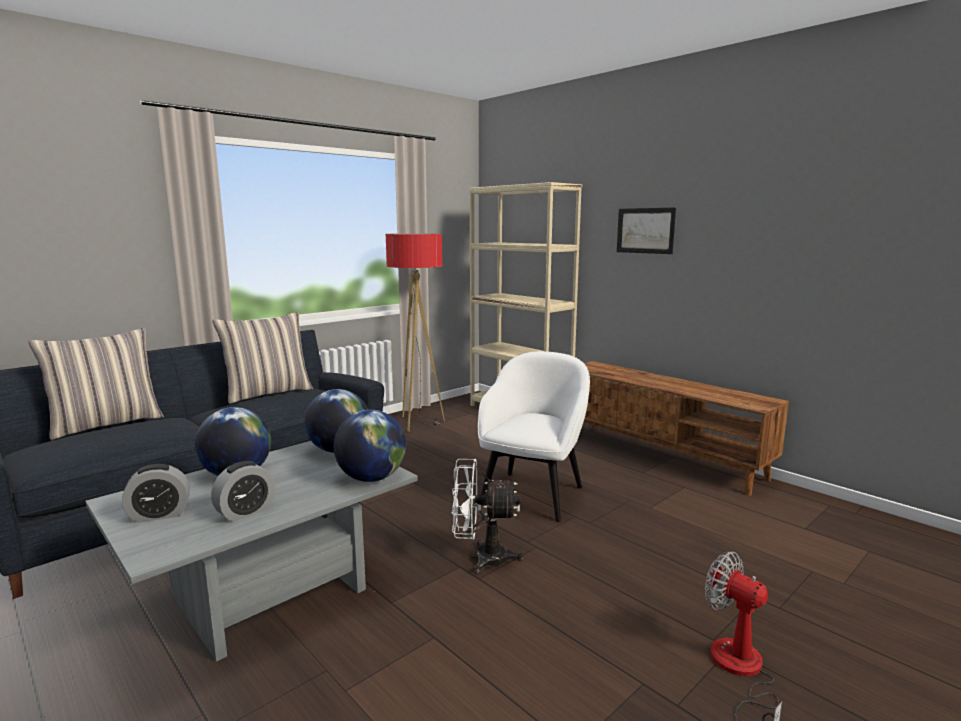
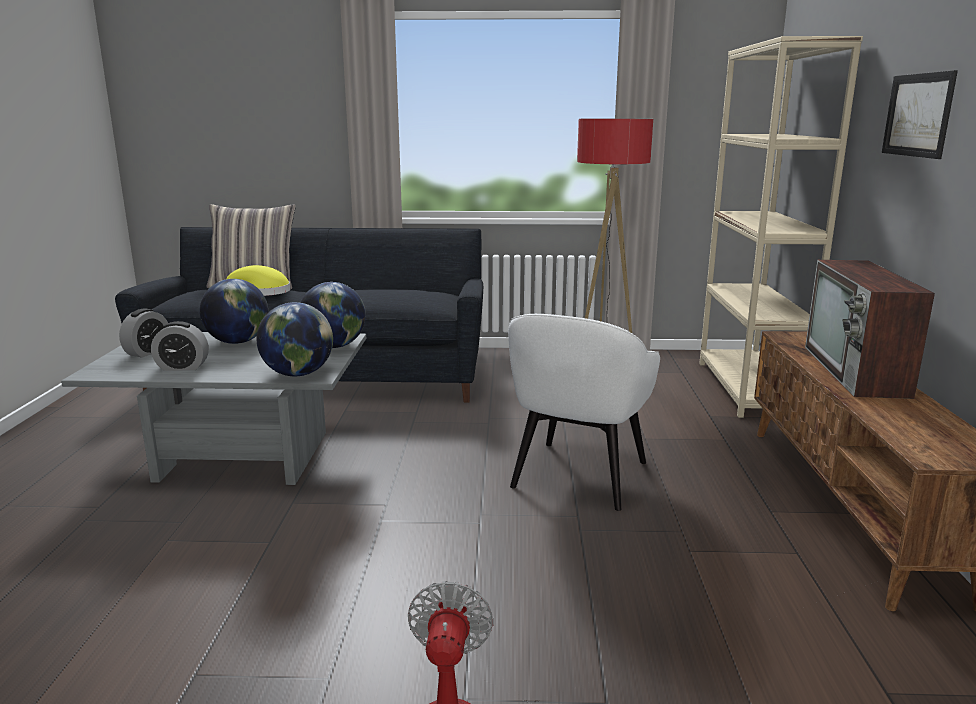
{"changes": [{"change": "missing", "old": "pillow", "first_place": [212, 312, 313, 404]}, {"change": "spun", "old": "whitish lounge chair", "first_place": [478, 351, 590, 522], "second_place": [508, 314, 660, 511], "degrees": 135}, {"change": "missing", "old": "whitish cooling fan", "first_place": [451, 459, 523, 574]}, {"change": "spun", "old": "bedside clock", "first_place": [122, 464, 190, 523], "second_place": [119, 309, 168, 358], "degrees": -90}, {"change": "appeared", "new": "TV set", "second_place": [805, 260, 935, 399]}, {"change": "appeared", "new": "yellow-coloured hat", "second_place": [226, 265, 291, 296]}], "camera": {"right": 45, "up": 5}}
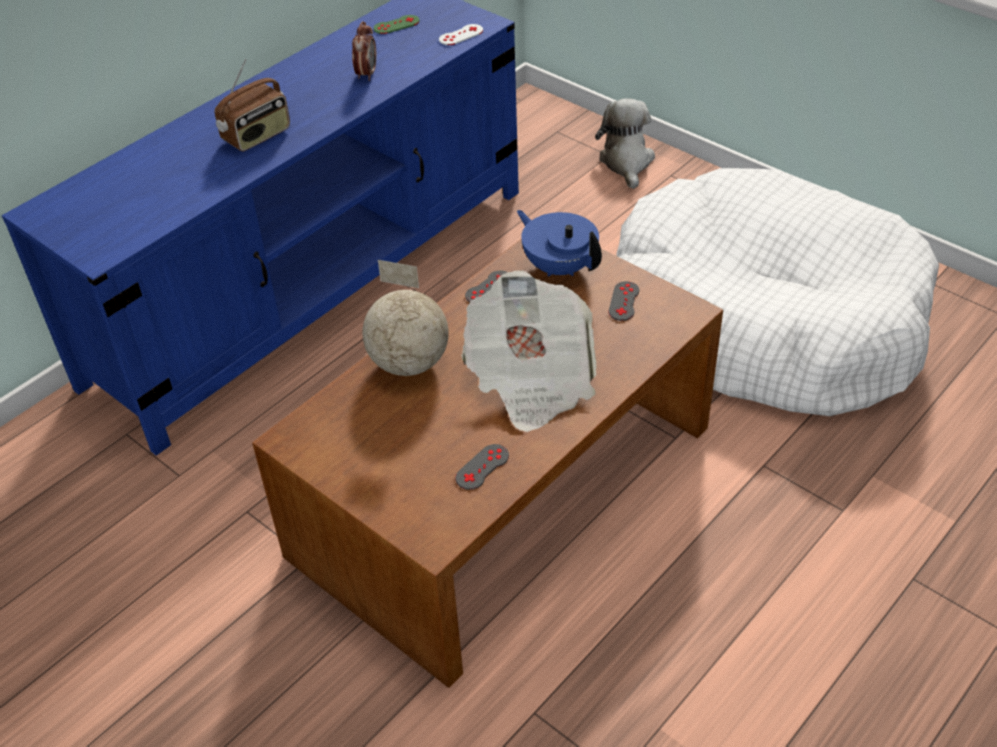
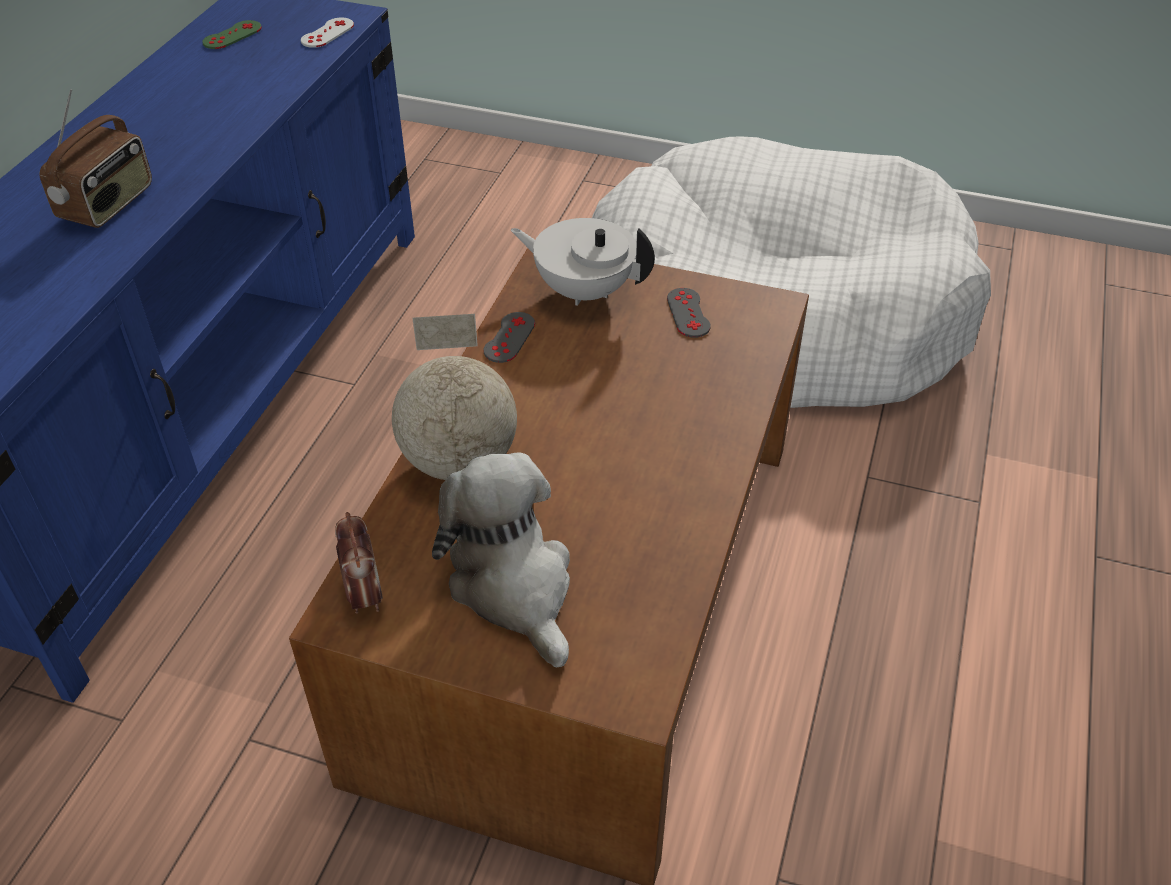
{"changes": [{"change": "relocated", "old": "bedside clock", "first_place": [352, 21, 376, 81], "second_place": [335, 512, 383, 614]}, {"change": "relocated", "old": "plush toy", "first_place": [595, 98, 655, 189], "second_place": [432, 452, 570, 667]}, {"change": "colour", "old": "blue-coloured pot for tea", "new": "whitish pot for tea", "first_place": [517, 210, 602, 276], "second_place": [511, 218, 655, 306]}, {"change": "missing", "old": "printed paper", "first_place": [461, 270, 596, 432]}, {"change": "missing", "old": "grey joypad", "first_place": [455, 444, 509, 490]}], "camera": {"right": -25, "up": 0}}
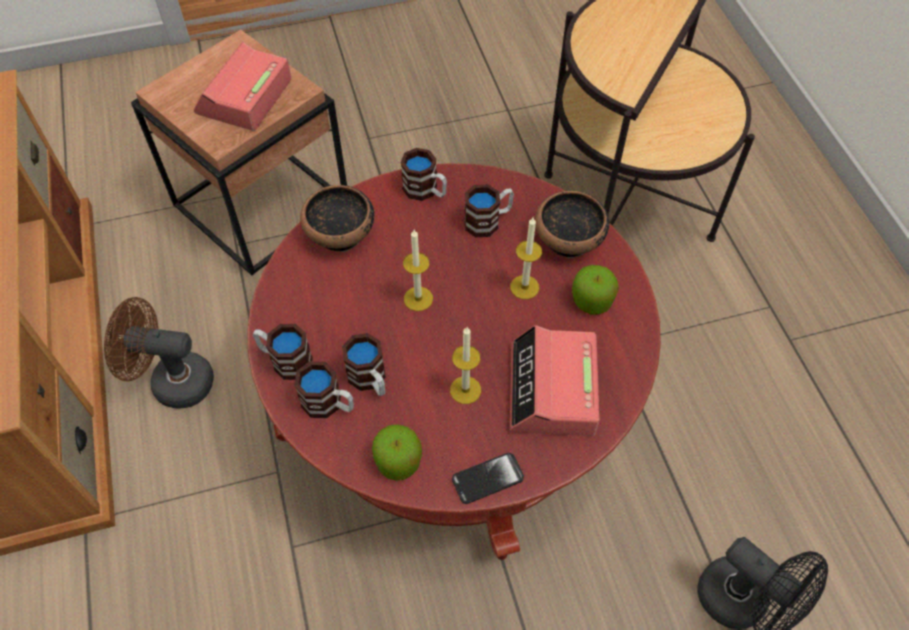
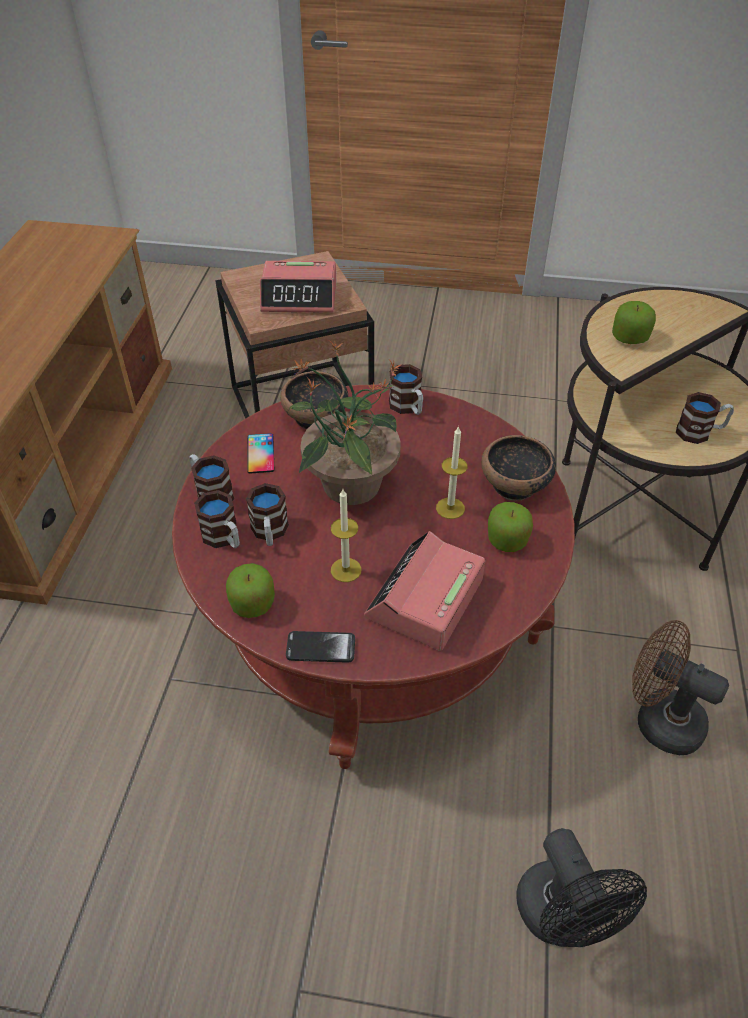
{"changes": [{"change": "spun", "old": "bedside clock", "first_place": [194, 42, 292, 131], "second_place": [260, 261, 336, 313], "degrees": -135}, {"change": "relocated", "old": "coffee mug", "first_place": [464, 184, 514, 237], "second_place": [676, 392, 734, 444]}, {"change": "exchanged", "old": "candle", "new": "houseplant", "first_place": [403, 230, 433, 311], "second_place": [288, 340, 402, 505]}, {"change": "relocated", "old": "brown cooling fan", "first_place": [104, 297, 214, 409], "second_place": [632, 620, 729, 755]}, {"change": "appeared", "new": "apple fruit", "second_place": [612, 301, 656, 344]}, {"change": "appeared", "new": "handset", "second_place": [247, 433, 274, 474]}], "camera": {"right": 25, "up": -10}}
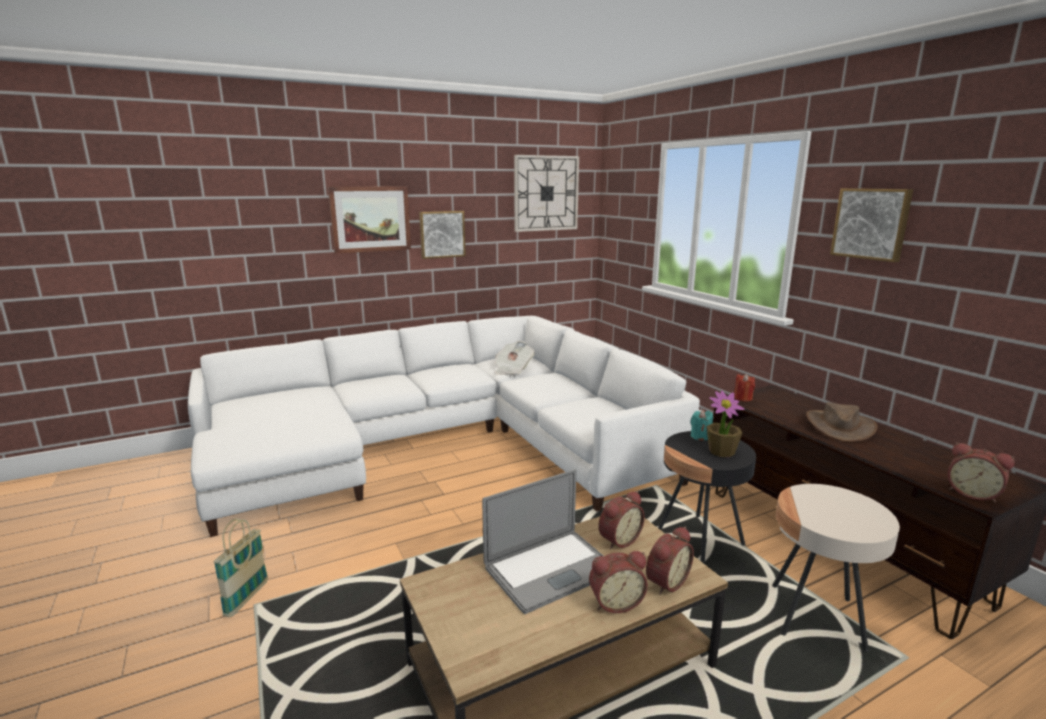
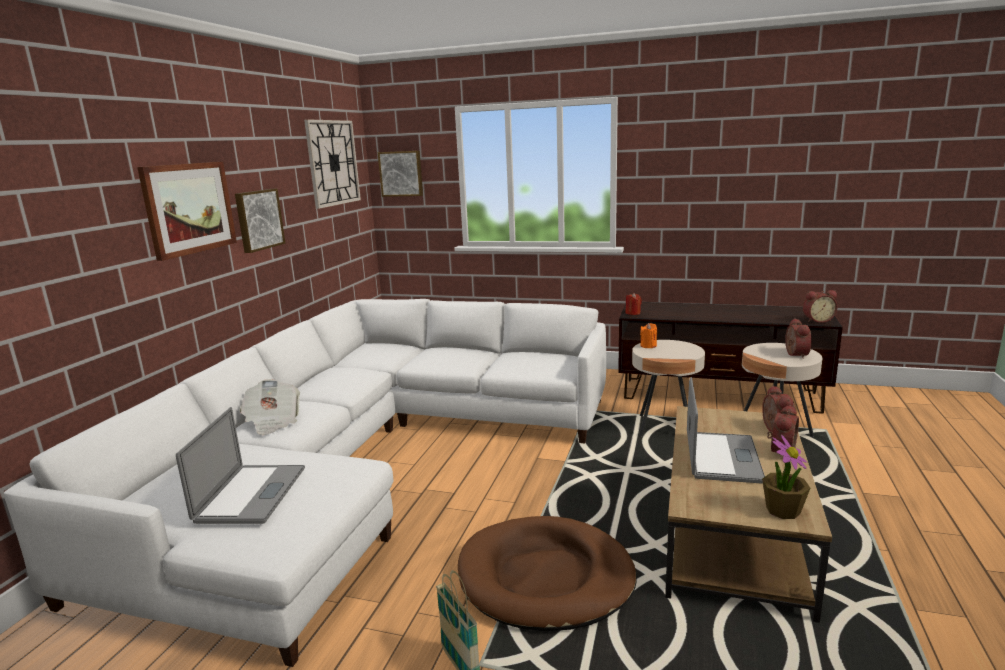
{"changes": [{"change": "relocated", "old": "wall art", "first_place": [830, 188, 913, 262], "second_place": [378, 151, 423, 197]}, {"change": "relocated", "old": "printed paper", "first_place": [495, 341, 535, 375], "second_place": [240, 379, 300, 435]}, {"change": "relocated", "old": "houseplant", "first_place": [706, 391, 744, 457], "second_place": [762, 435, 810, 519]}, {"change": "missing", "old": "brown hat", "first_place": [806, 402, 878, 442]}, {"change": "colour", "old": "blue-green candle", "new": "orange candle", "first_place": [691, 410, 713, 440], "second_place": [640, 323, 657, 348]}, {"change": "colour", "old": "blackish accent table", "new": "beige-coloured accent table", "first_place": [658, 431, 756, 564], "second_place": [632, 340, 705, 437]}, {"change": "relocated", "old": "bedside clock", "first_place": [598, 491, 645, 550], "second_place": [785, 318, 812, 359]}, {"change": "appeared", "new": "portable computer", "second_place": [176, 407, 305, 524]}, {"change": "appeared", "new": "brown dog cushion", "second_place": [458, 516, 636, 631]}], "camera": {"right": -45, "up": 0}}
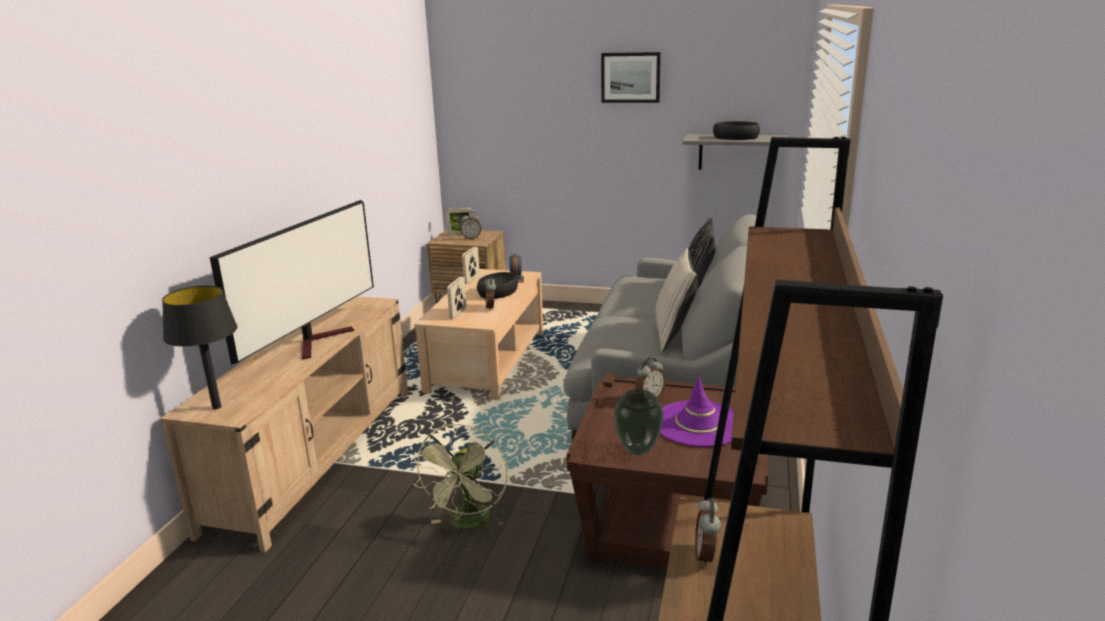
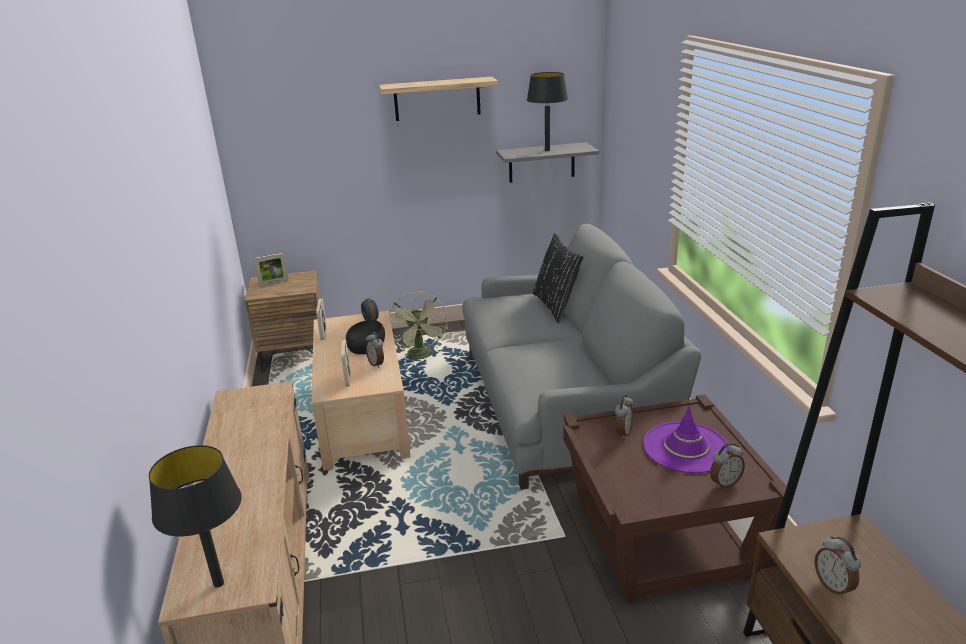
{"changes": [{"change": "exchanged", "old": "wall art", "new": "shelf", "first_place": [601, 52, 661, 103], "second_place": [379, 77, 498, 121]}, {"change": "exchanged", "old": "blackish deep dish", "new": "blackish lamp for a table", "first_place": [713, 121, 760, 140], "second_place": [527, 72, 568, 151]}, {"change": "missing", "old": "TV set", "first_place": [210, 200, 374, 365]}, {"change": "relocated", "old": "bedside clock", "first_place": [461, 211, 482, 239], "second_place": [710, 442, 745, 489]}, {"change": "missing", "old": "beige-coloured pillow", "first_place": [656, 248, 697, 352]}, {"change": "missing", "old": "vase", "first_place": [614, 389, 664, 455]}, {"change": "relocated", "old": "green-coloured cooling fan", "first_place": [413, 424, 508, 529], "second_place": [389, 292, 448, 359]}], "camera": {"right": -25, "up": 5}}
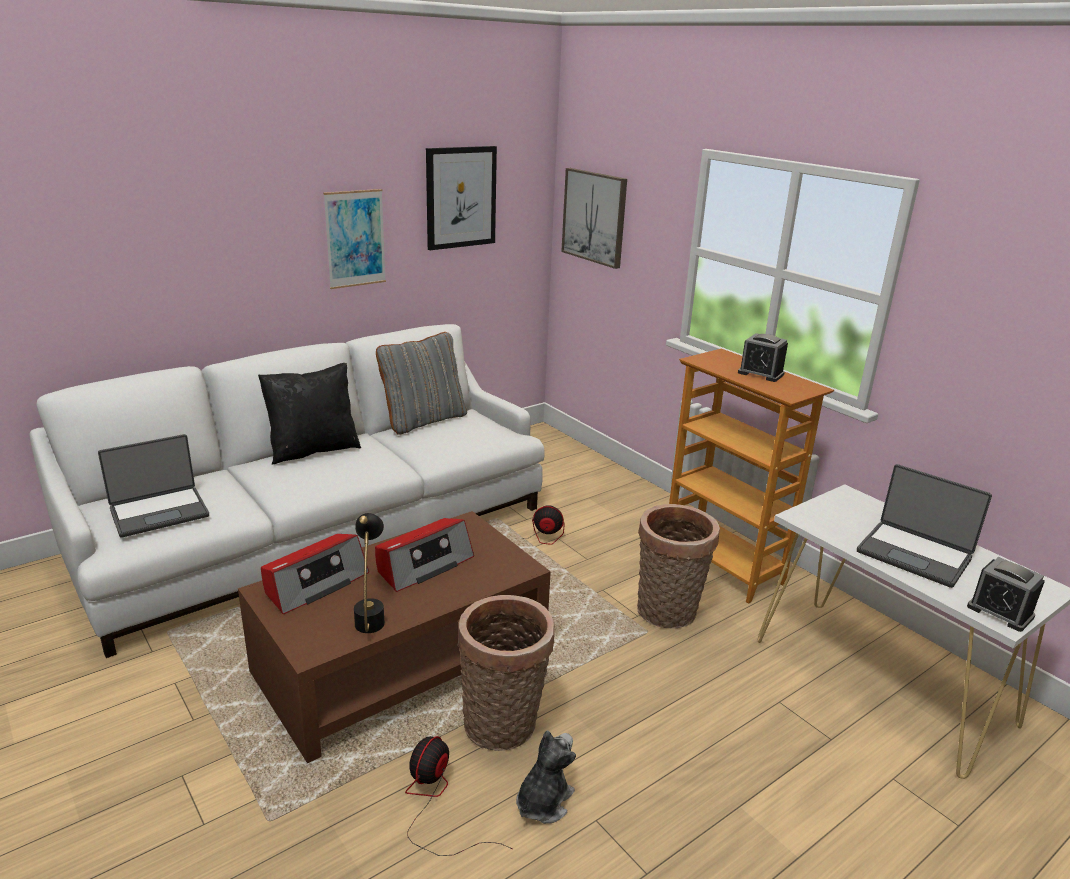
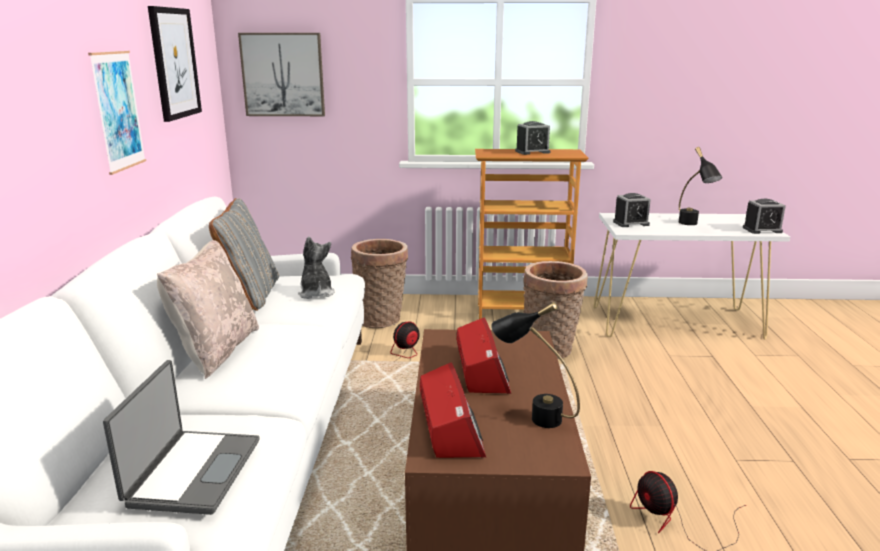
{"changes": [{"change": "colour", "old": "blackish pillow", "new": "beige-coloured pillow", "first_place": [258, 363, 361, 465], "second_place": [157, 240, 259, 379]}, {"change": "exchanged", "old": "portable computer", "new": "blackish lamp for a table", "first_place": [857, 464, 992, 588], "second_place": [679, 147, 722, 225]}, {"change": "relocated", "old": "basket", "first_place": [457, 595, 554, 751], "second_place": [351, 239, 408, 328]}, {"change": "relocated", "old": "plush toy", "first_place": [516, 730, 576, 824], "second_place": [298, 236, 335, 299]}, {"change": "appeared", "new": "bedside clock", "second_place": [613, 193, 651, 227]}], "camera": {"right": -50, "up": -5}}
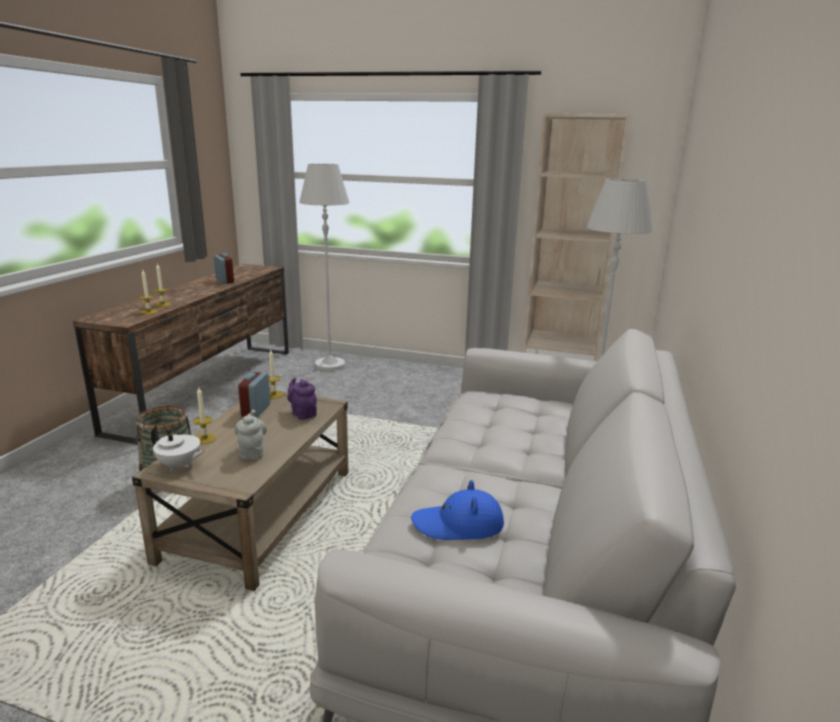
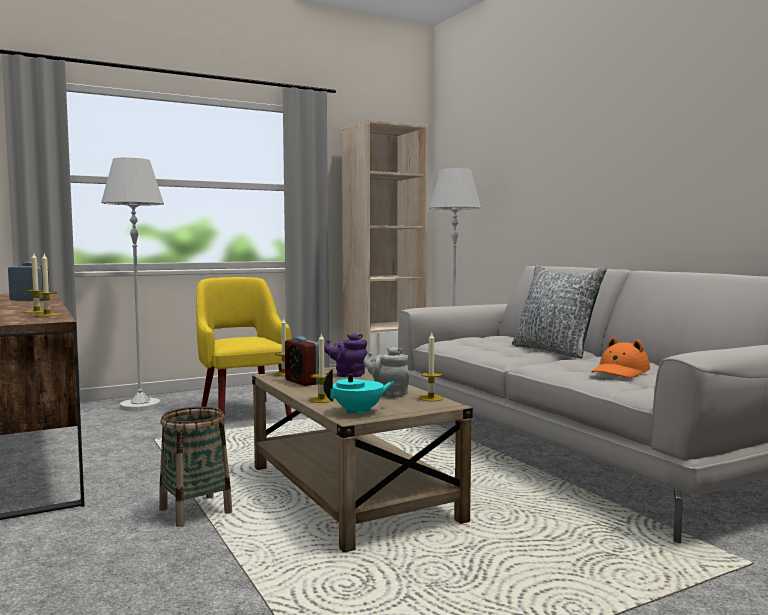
{"changes": [{"change": "colour", "old": "whitish pot for tea", "new": "blue-green pot for tea", "first_place": [151, 426, 206, 471], "second_place": [324, 369, 394, 415]}, {"change": "colour", "old": "blue-coloured hat", "new": "orange hat", "first_place": [411, 480, 504, 540], "second_place": [591, 337, 650, 378]}, {"change": "appeared", "new": "pillow", "second_place": [512, 265, 607, 358]}, {"change": "appeared", "new": "yellow-coloured lounge chair", "second_place": [196, 277, 292, 421]}, {"change": "appeared", "new": "candle", "second_place": [419, 333, 444, 401]}], "camera": {"right": -45, "up": -15}}
